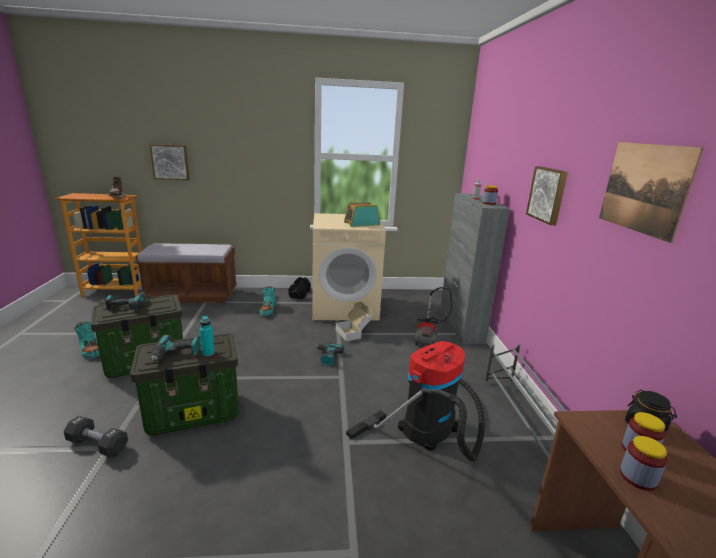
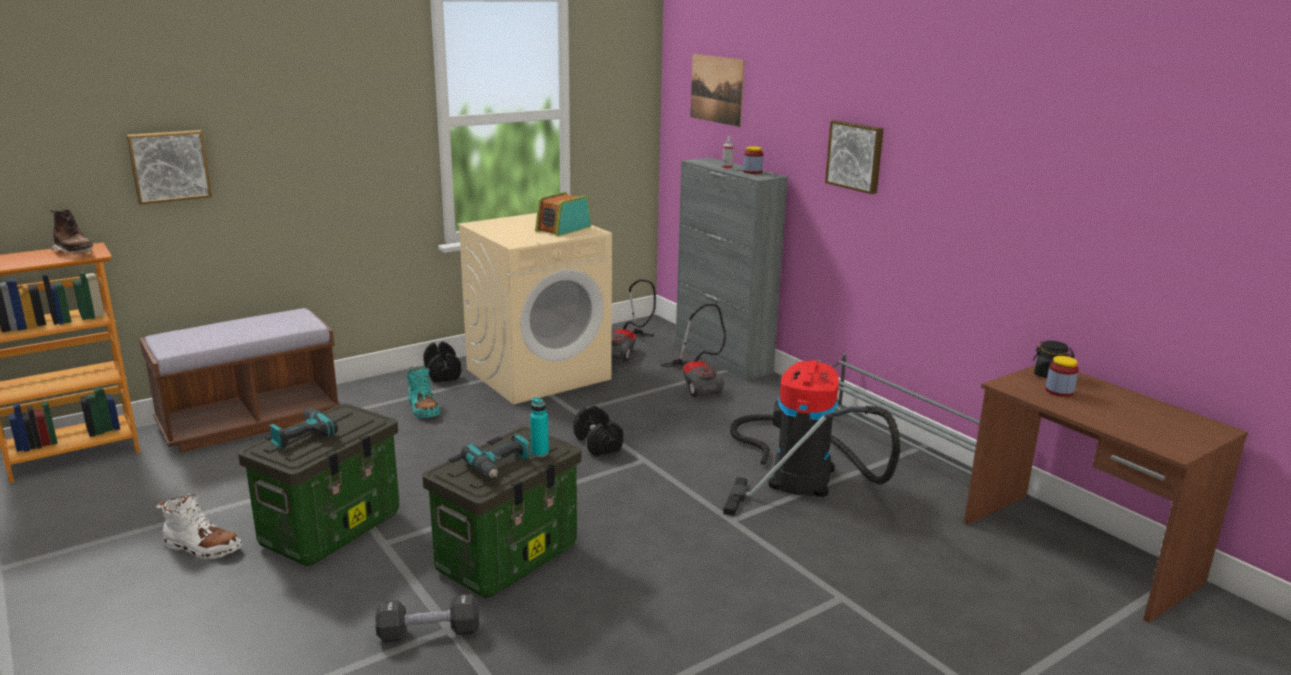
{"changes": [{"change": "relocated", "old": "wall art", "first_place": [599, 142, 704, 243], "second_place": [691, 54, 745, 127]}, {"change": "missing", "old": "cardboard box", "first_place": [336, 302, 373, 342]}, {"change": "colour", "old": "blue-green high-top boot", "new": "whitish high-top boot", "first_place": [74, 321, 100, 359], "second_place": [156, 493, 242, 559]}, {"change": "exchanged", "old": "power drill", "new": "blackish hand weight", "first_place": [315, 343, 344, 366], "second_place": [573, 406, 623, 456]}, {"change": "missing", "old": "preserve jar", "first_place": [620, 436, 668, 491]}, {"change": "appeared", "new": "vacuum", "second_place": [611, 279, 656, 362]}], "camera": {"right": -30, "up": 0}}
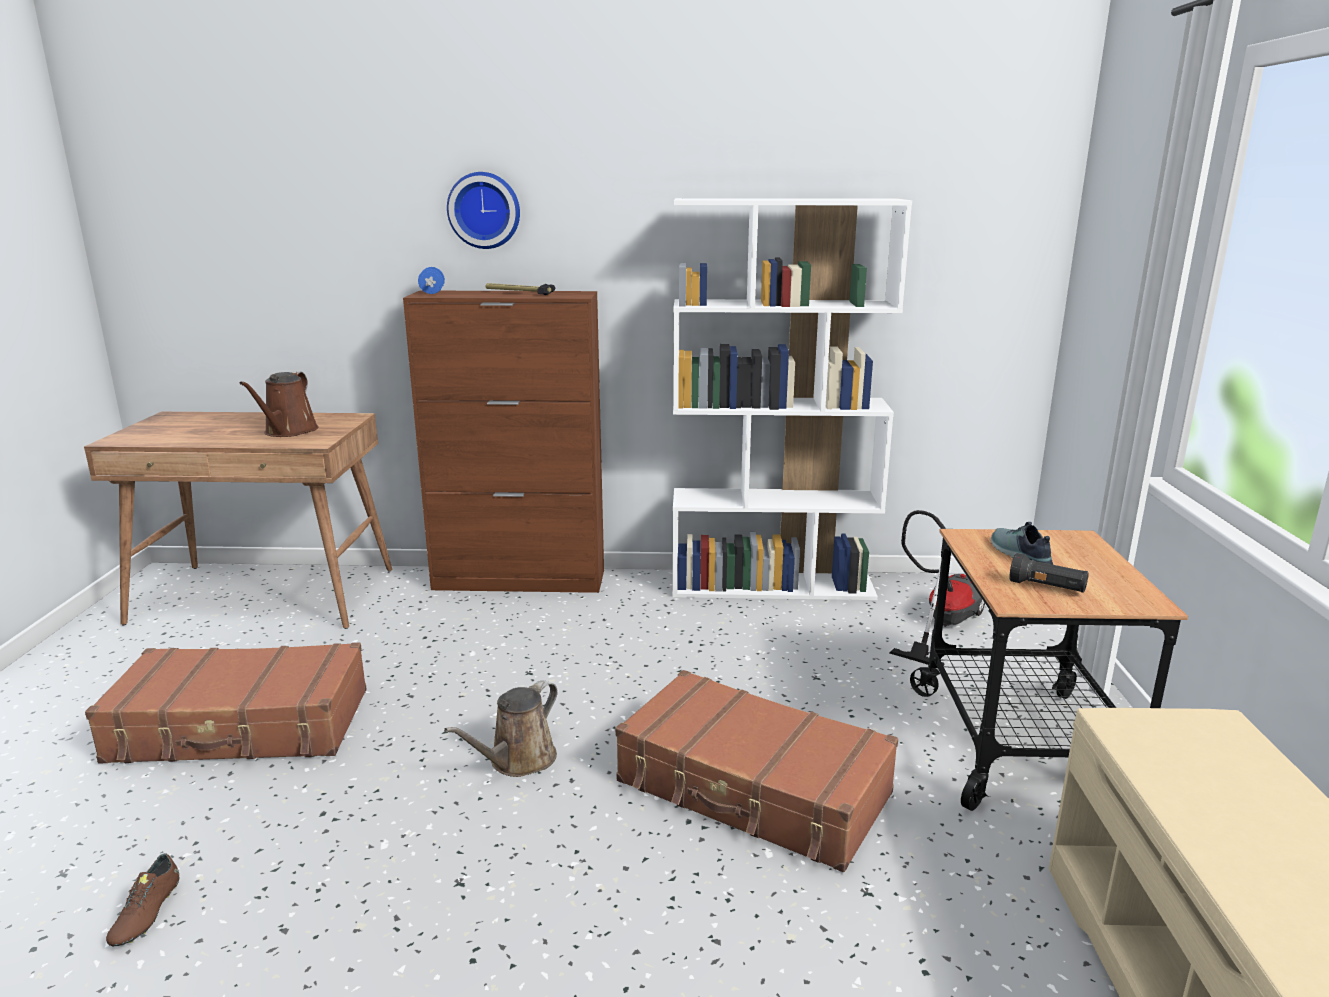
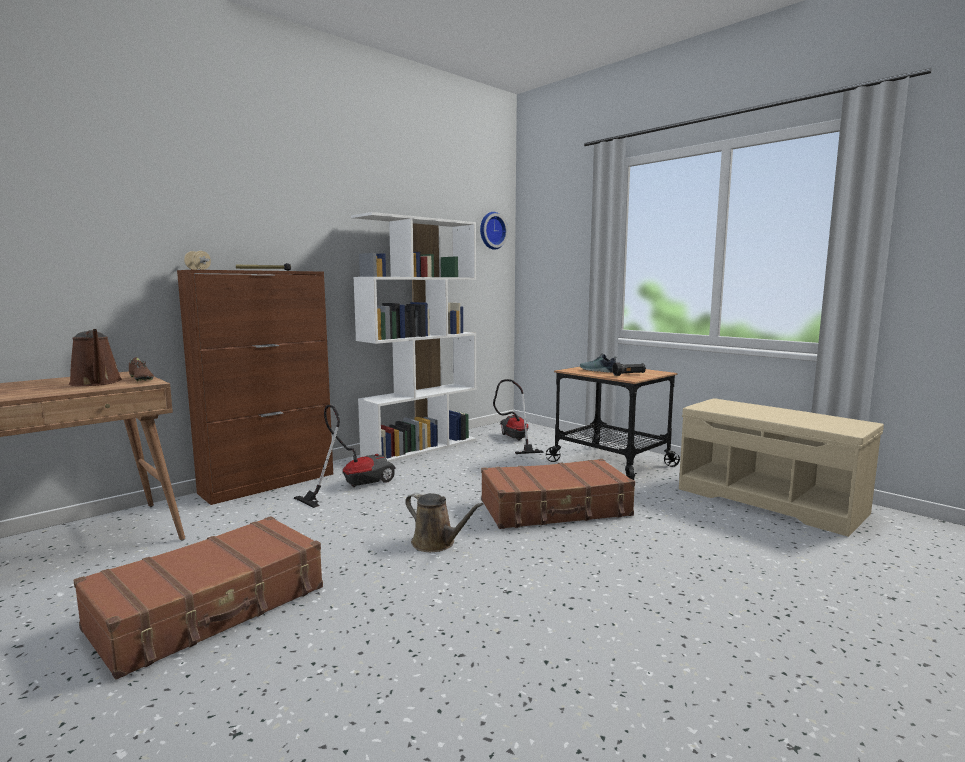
{"changes": [{"change": "relocated", "old": "hanging clock", "first_place": [447, 172, 520, 249], "second_place": [480, 212, 508, 250]}, {"change": "colour", "old": "blue-coloured hand weight", "new": "beige-coloured hand weight", "first_place": [418, 267, 445, 294], "second_place": [184, 251, 211, 270]}, {"change": "spun", "old": "brown watering can", "first_place": [444, 680, 558, 777], "second_place": [405, 493, 483, 552], "degrees": -45}, {"change": "relocated", "old": "brown low shoe", "first_place": [106, 853, 179, 946], "second_place": [129, 357, 154, 381]}, {"change": "appeared", "new": "vacuum", "second_place": [294, 405, 396, 508]}], "camera": {"right": -45, "up": -10}}
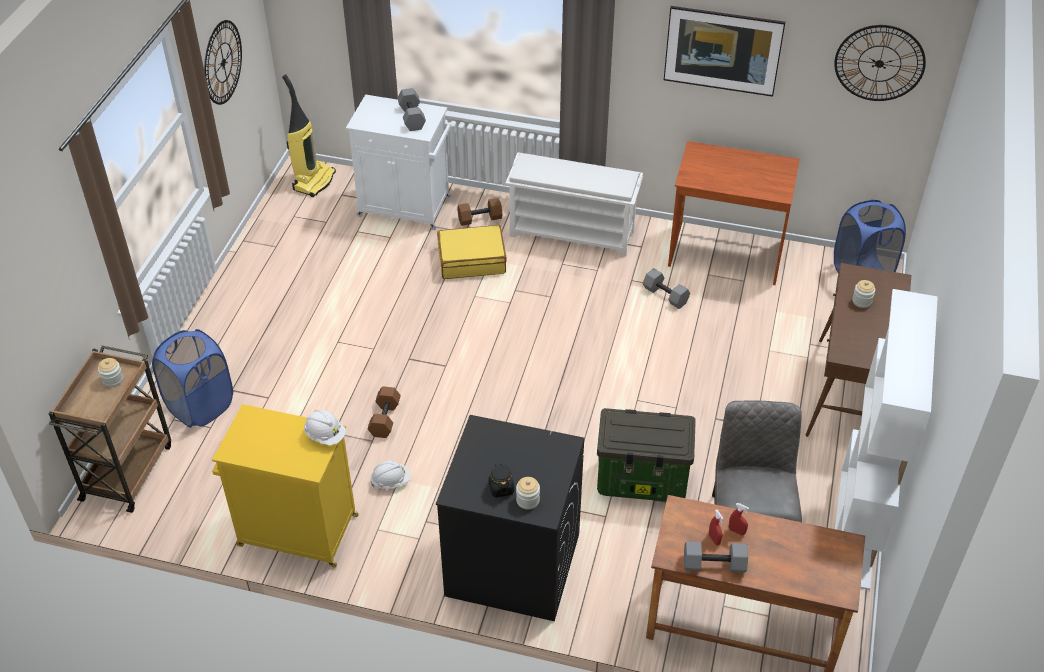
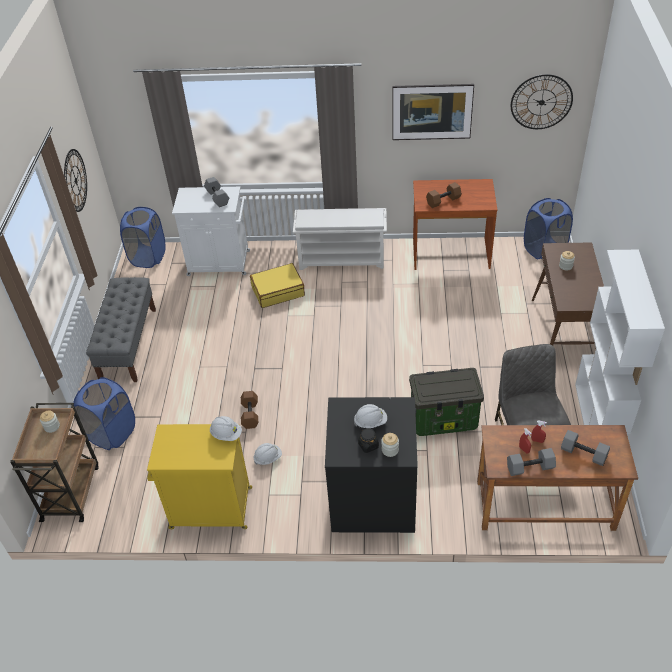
{"changes": [{"change": "exchanged", "old": "vacuum", "new": "blue-coloured laundry basket", "first_place": [282, 75, 336, 197], "second_place": [120, 207, 166, 268]}, {"change": "relocated", "old": "brown hand weight", "first_place": [457, 198, 503, 226], "second_place": [426, 182, 462, 208]}, {"change": "relocated", "old": "grey hand weight", "first_place": [643, 268, 690, 309], "second_place": [561, 430, 610, 466]}, {"change": "appeared", "new": "grey bench", "second_place": [86, 277, 156, 382]}, {"change": "appeared", "new": "whitish safety helmet", "second_place": [354, 404, 387, 428]}], "camera": {"right": -10, "up": 0}}
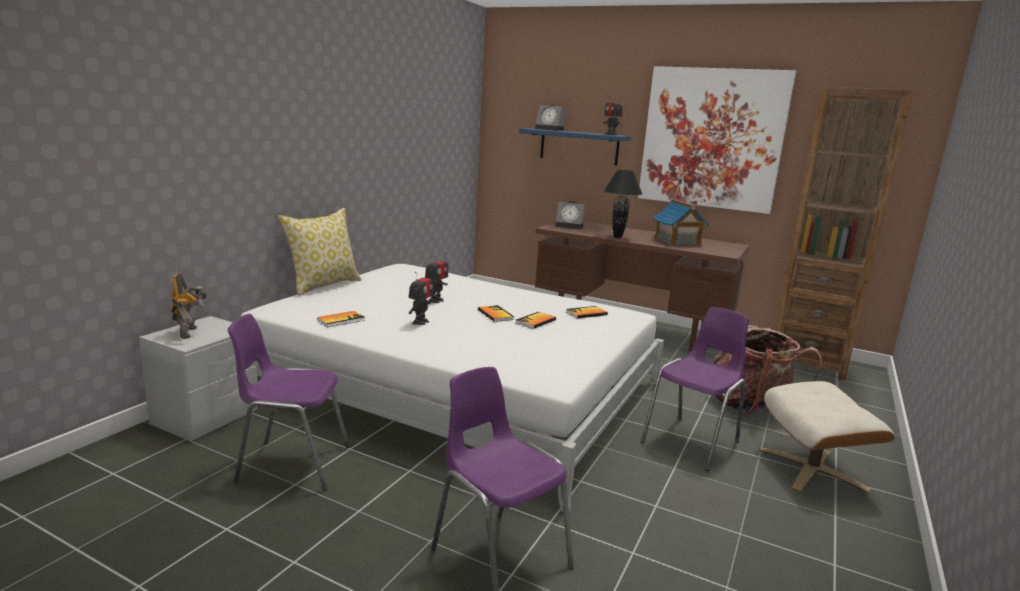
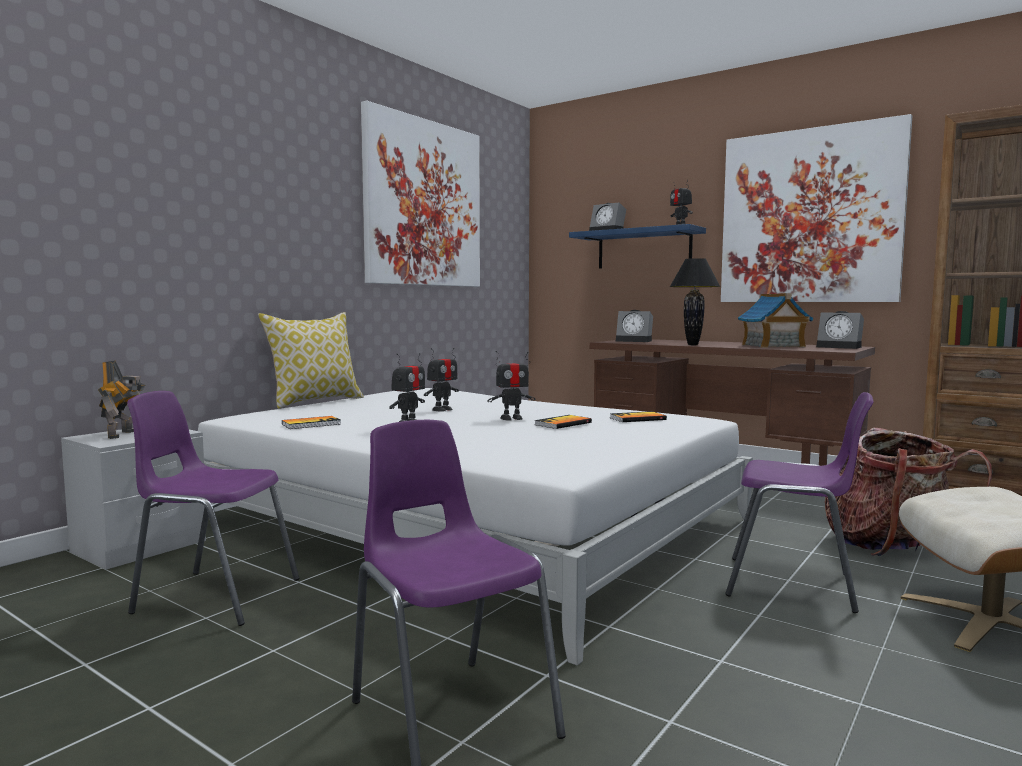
{"changes": [{"change": "exchanged", "old": "volume", "new": "robot figure", "first_place": [478, 305, 514, 322], "second_place": [487, 351, 535, 420]}, {"change": "spun", "old": "purplish plain chair", "first_place": [641, 307, 749, 471], "second_place": [725, 392, 874, 613], "degrees": 60}, {"change": "appeared", "new": "wall art", "second_place": [361, 101, 480, 287]}, {"change": "appeared", "new": "bedside clock", "second_place": [816, 311, 864, 349]}], "camera": {"right": 10, "up": -10}}
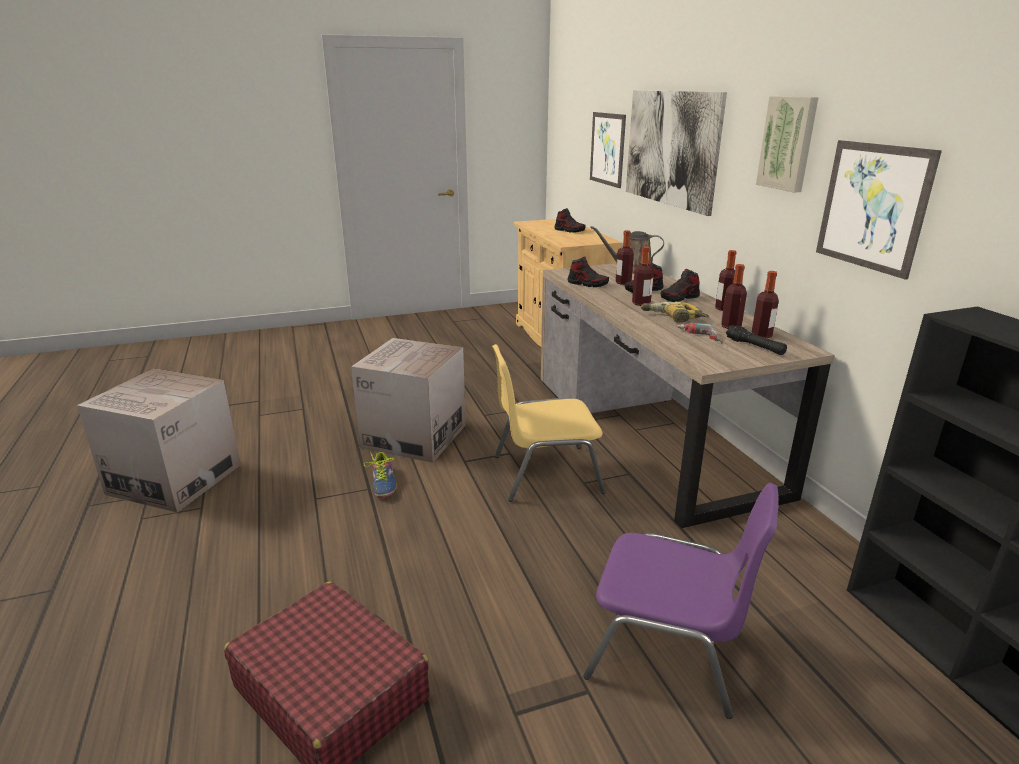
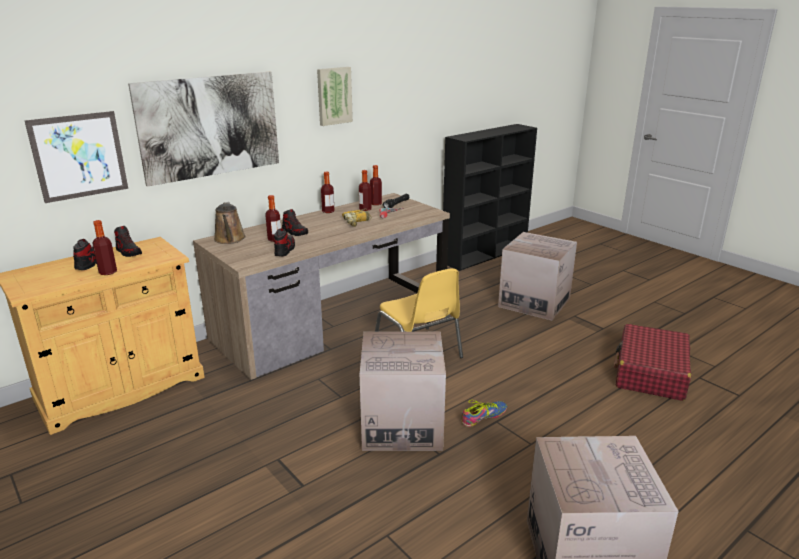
{"changes": [{"change": "missing", "old": "wall art", "first_place": [816, 140, 942, 280]}, {"change": "relocated", "old": "drink bottle", "first_place": [632, 246, 654, 306], "second_place": [92, 220, 117, 275]}, {"change": "relocated", "old": "low shoe", "first_place": [661, 269, 700, 302], "second_place": [114, 226, 142, 257]}, {"change": "exchanged", "old": "purplish plain chair", "new": "cardboard box", "first_place": [583, 483, 778, 719], "second_place": [498, 232, 577, 321]}], "camera": {"right": -110, "up": 0}}
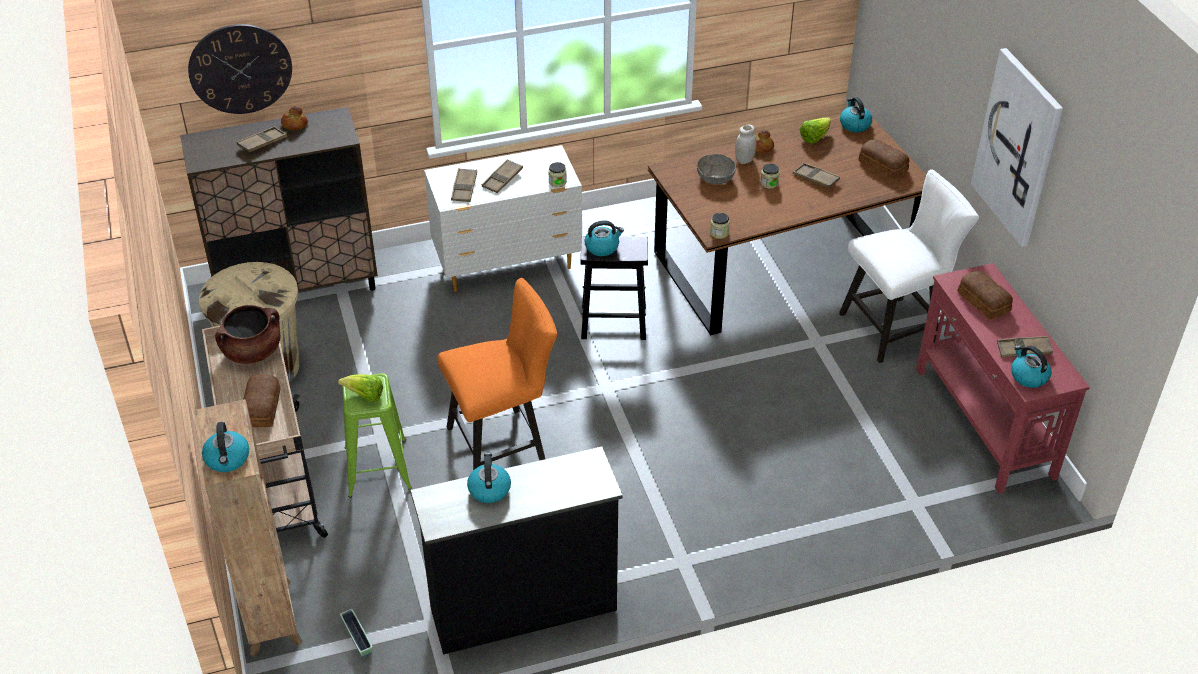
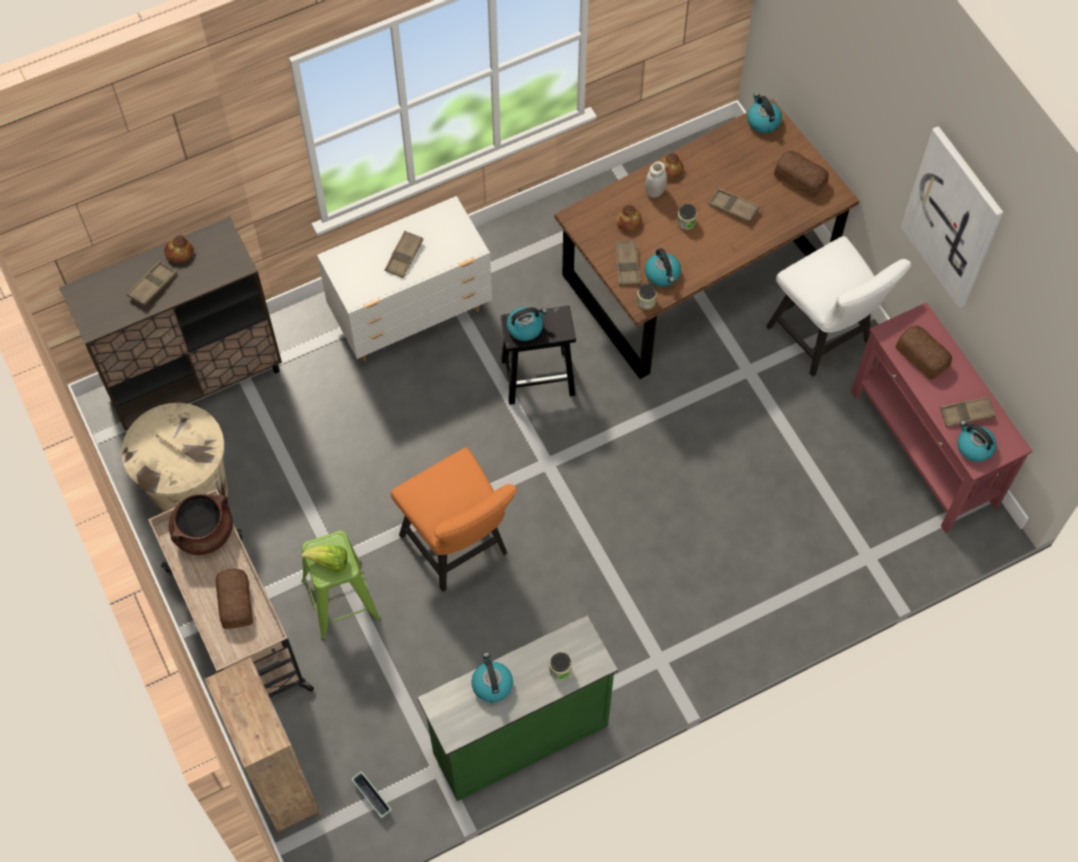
{"changes": [{"change": "missing", "old": "hanging clock", "first_place": [188, 24, 292, 114]}, {"change": "missing", "old": "lettuce head", "first_place": [800, 118, 831, 144]}, {"change": "exchanged", "old": "grey deep dish", "new": "baked bread", "first_place": [697, 154, 736, 184], "second_place": [616, 205, 642, 232]}, {"change": "relocated", "old": "preserve jar", "first_place": [548, 162, 567, 187], "second_place": [549, 652, 572, 680]}, {"change": "relocated", "old": "brown serving tray", "first_place": [451, 168, 477, 202], "second_place": [615, 241, 640, 286]}, {"change": "spun", "old": "whitish plain chair", "first_place": [839, 169, 979, 363], "second_place": [766, 236, 911, 377], "degrees": 90}, {"change": "spun", "old": "orange plain chair", "first_place": [437, 278, 557, 470], "second_place": [391, 448, 517, 592], "degrees": 90}, {"change": "relocated", "old": "tea kettle", "first_place": [202, 422, 249, 472], "second_place": [645, 248, 681, 286]}, {"change": "colour", "old": "blackish drawer chest", "new": "green-coloured drawer chest", "first_place": [410, 446, 623, 655], "second_place": [417, 615, 618, 801]}], "camera": {"right": -10, "up": 20}}
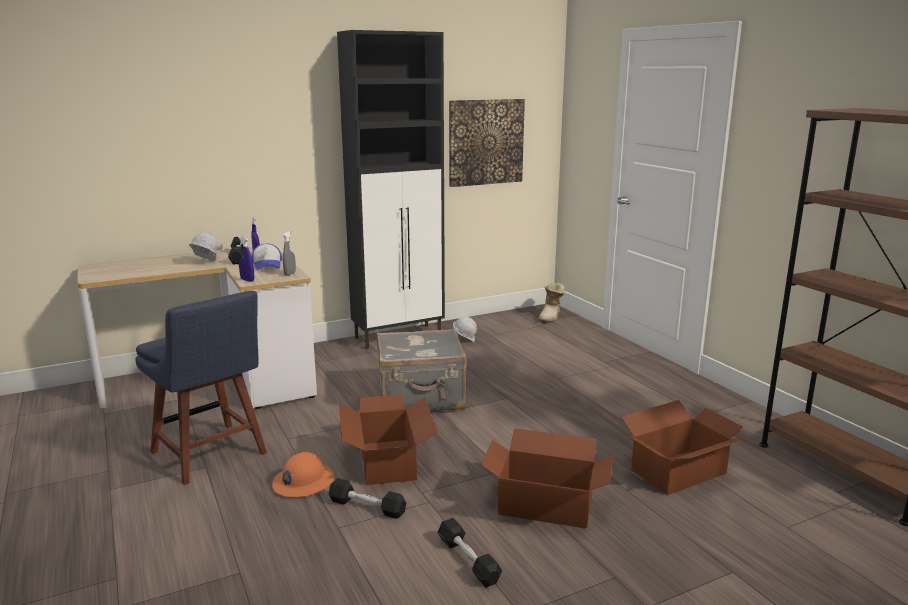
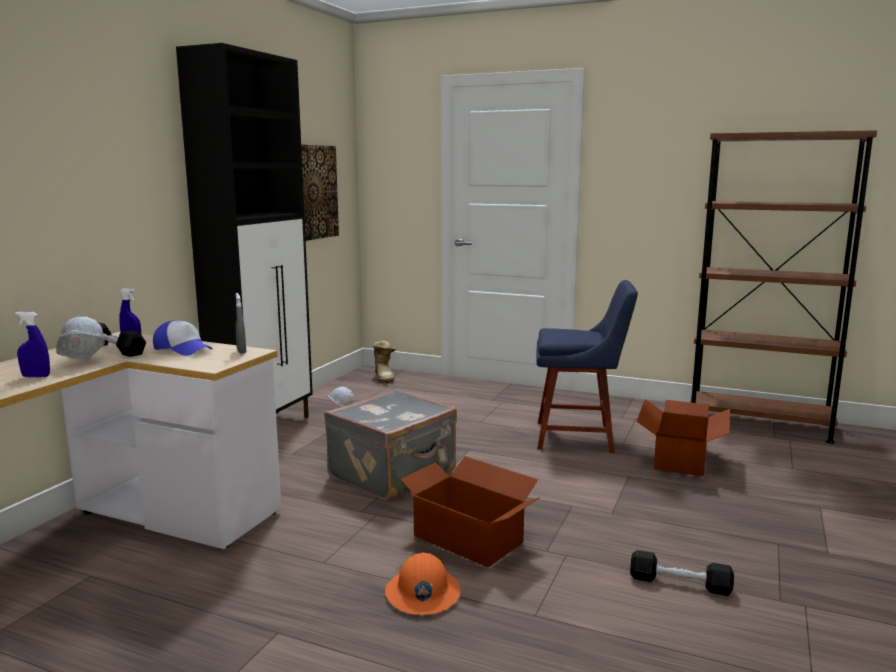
{"changes": [{"change": "relocated", "old": "blue-coloured sprayer", "first_place": [238, 236, 254, 282], "second_place": [15, 312, 50, 377]}, {"change": "relocated", "old": "blue-coloured plain chair", "first_place": [135, 291, 267, 485], "second_place": [536, 280, 638, 453]}, {"change": "missing", "old": "cardboard box", "first_place": [481, 428, 613, 529]}, {"change": "missing", "old": "blackish hand weight", "first_place": [329, 478, 406, 519]}], "camera": {"right": -40, "up": -5}}
